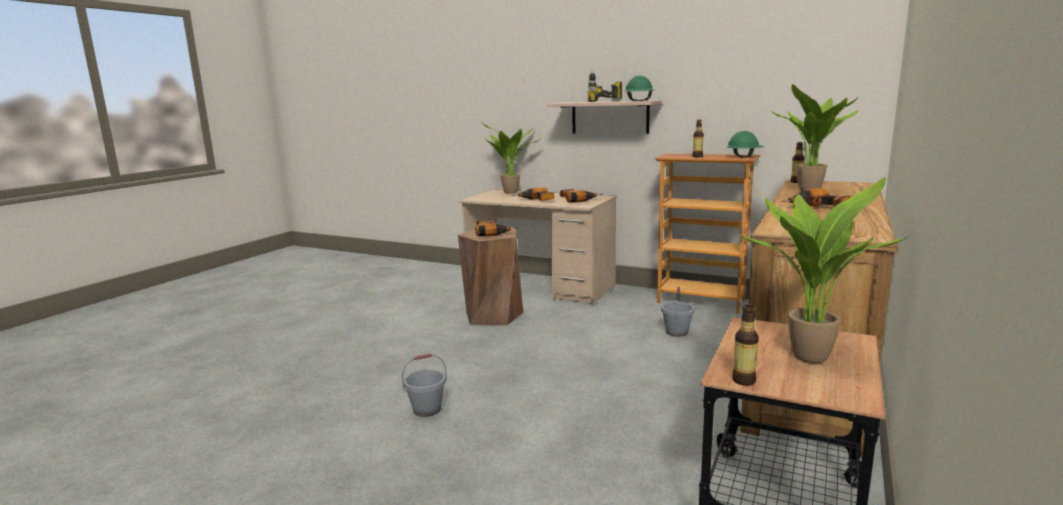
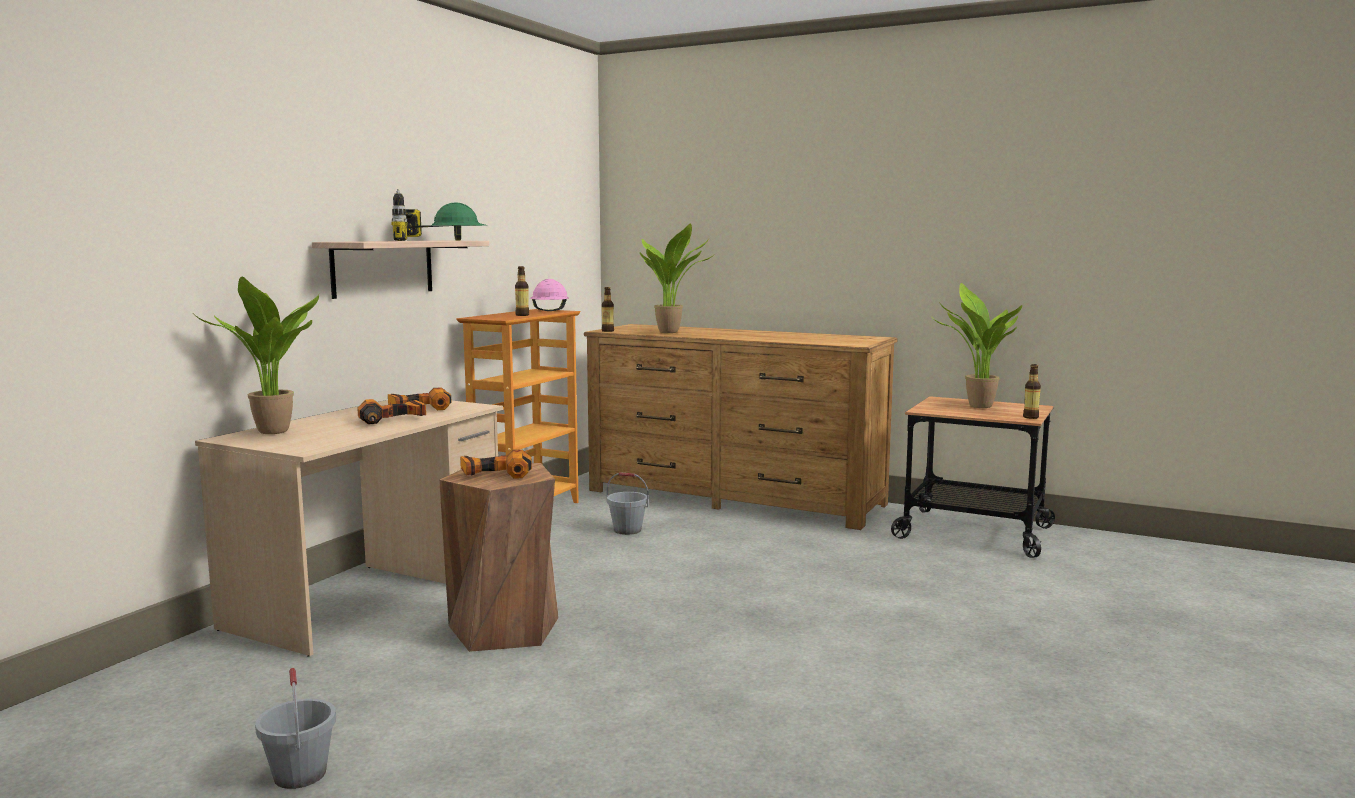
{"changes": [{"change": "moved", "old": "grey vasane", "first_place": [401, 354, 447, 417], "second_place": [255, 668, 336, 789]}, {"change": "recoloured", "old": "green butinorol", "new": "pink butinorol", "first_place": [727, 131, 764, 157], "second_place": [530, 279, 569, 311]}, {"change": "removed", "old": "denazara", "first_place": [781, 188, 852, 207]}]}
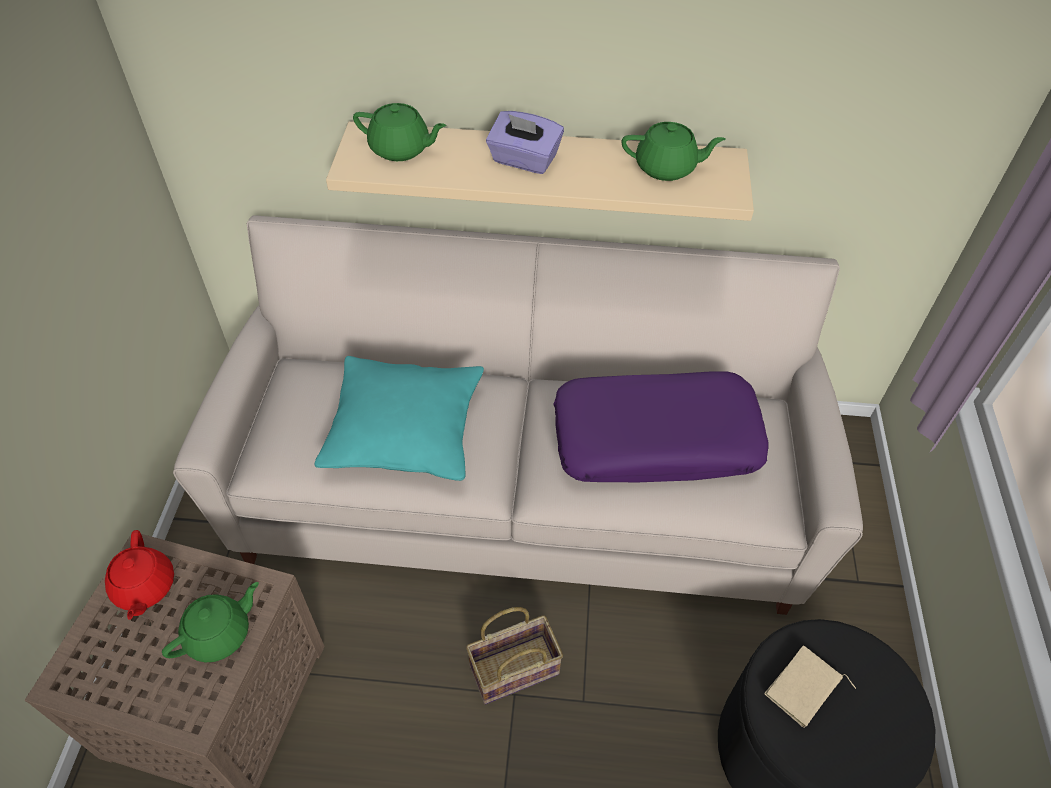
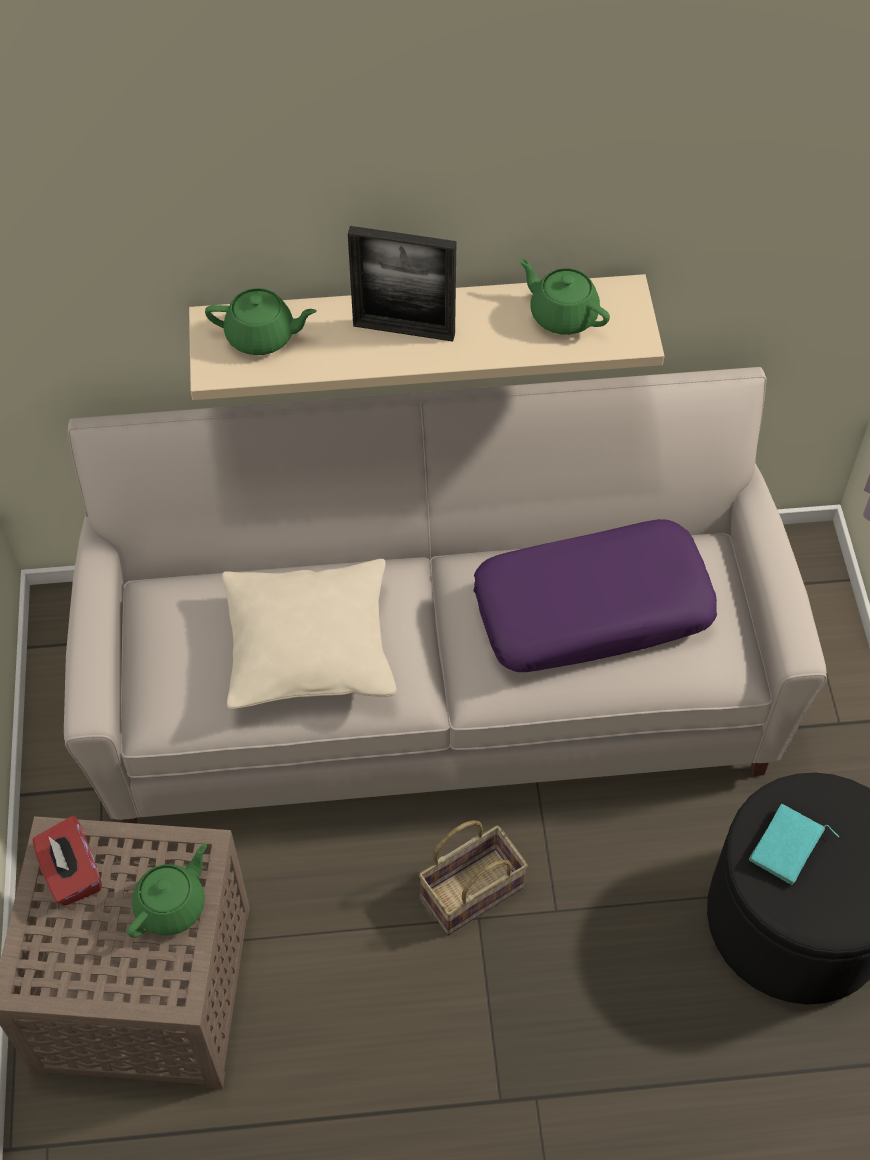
{"changes": [{"change": "replaced", "old": "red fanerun", "new": "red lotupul", "first_place": [105, 530, 174, 620], "second_place": [33, 816, 102, 906]}, {"change": "recoloured", "old": "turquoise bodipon", "new": "beige bodipon", "first_place": [314, 356, 484, 481], "second_place": [222, 559, 397, 709]}, {"change": "replaced", "old": "purple lotupul", "new": "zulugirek", "first_place": [486, 111, 564, 174], "second_place": [348, 226, 456, 342]}, {"change": "turned", "old": "green fanerun", "first_place": [622, 122, 725, 181], "second_place": [519, 258, 610, 335], "degrees": -135}, {"change": "recoloured", "old": "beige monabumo", "new": "turquoise monabumo", "first_place": [764, 645, 856, 728], "second_place": [748, 804, 840, 885]}]}
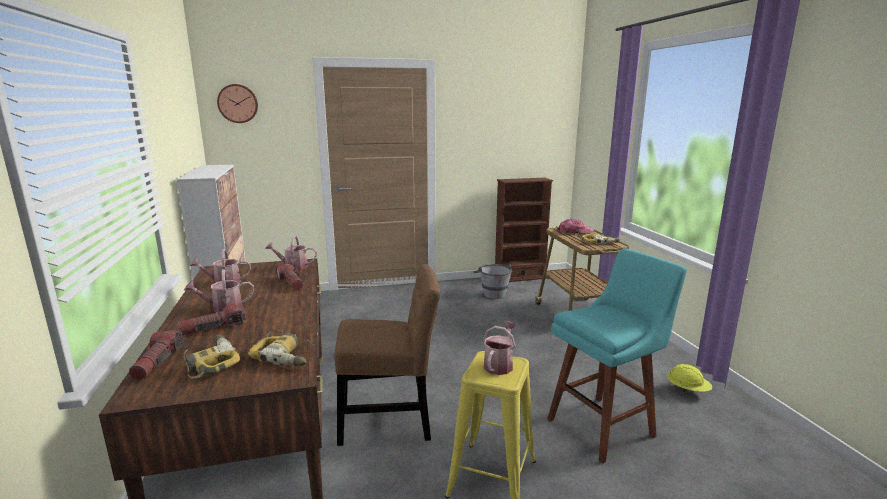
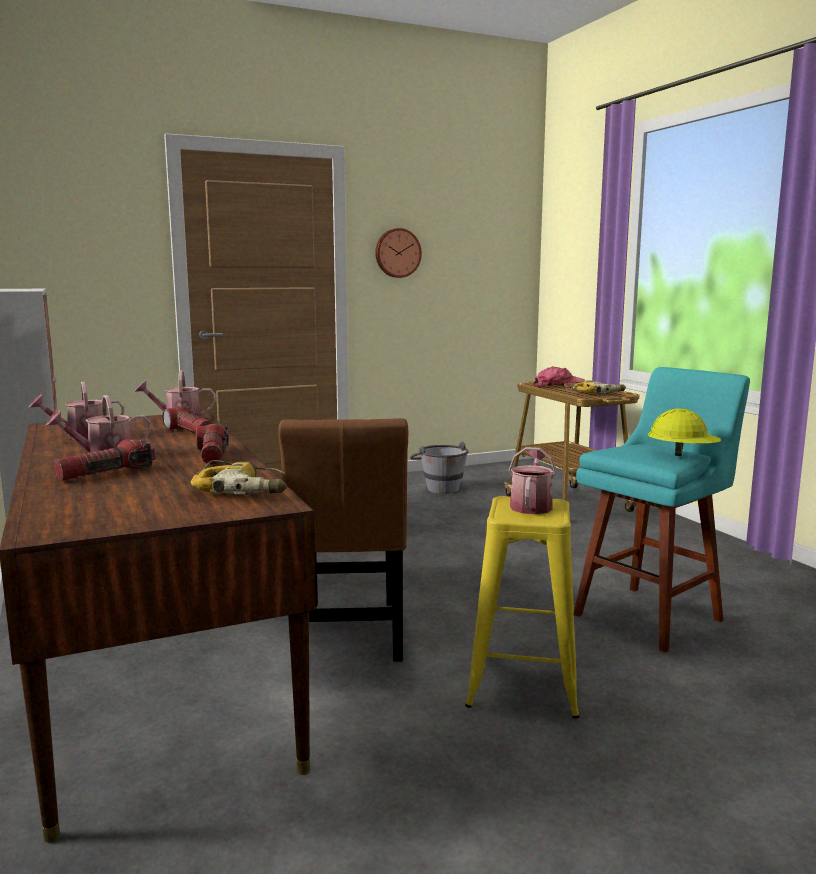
{"changes": [{"change": "moved", "old": "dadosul", "first_place": [129, 330, 184, 380], "second_place": [196, 424, 229, 465]}, {"change": "removed", "old": "denazara", "first_place": [183, 335, 240, 379]}, {"change": "moved", "old": "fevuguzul", "first_place": [217, 84, 258, 123], "second_place": [375, 228, 422, 278]}, {"change": "turned", "old": "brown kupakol", "first_place": [335, 264, 440, 446], "second_place": [278, 418, 408, 662], "degrees": 105}, {"change": "removed", "old": "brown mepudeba", "first_place": [495, 178, 553, 282]}, {"change": "moved", "old": "yellow butinorol", "first_place": [667, 364, 713, 394], "second_place": [648, 408, 722, 456]}]}
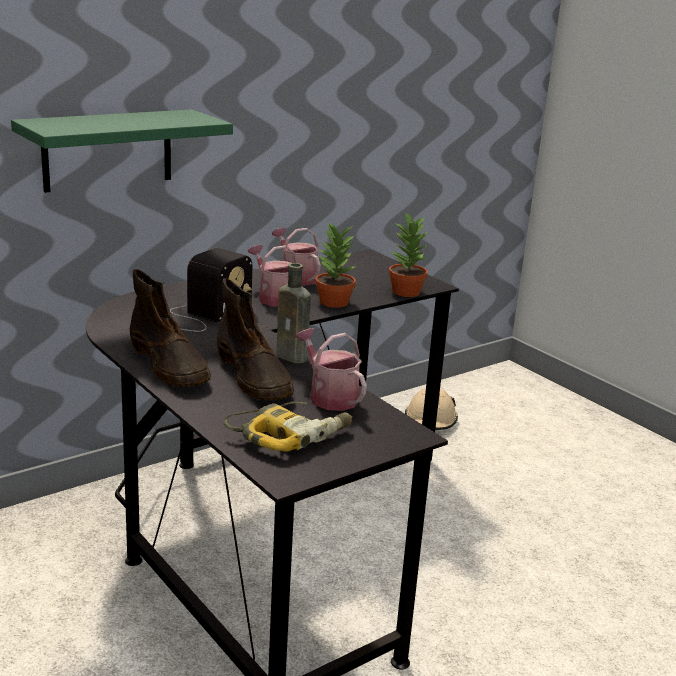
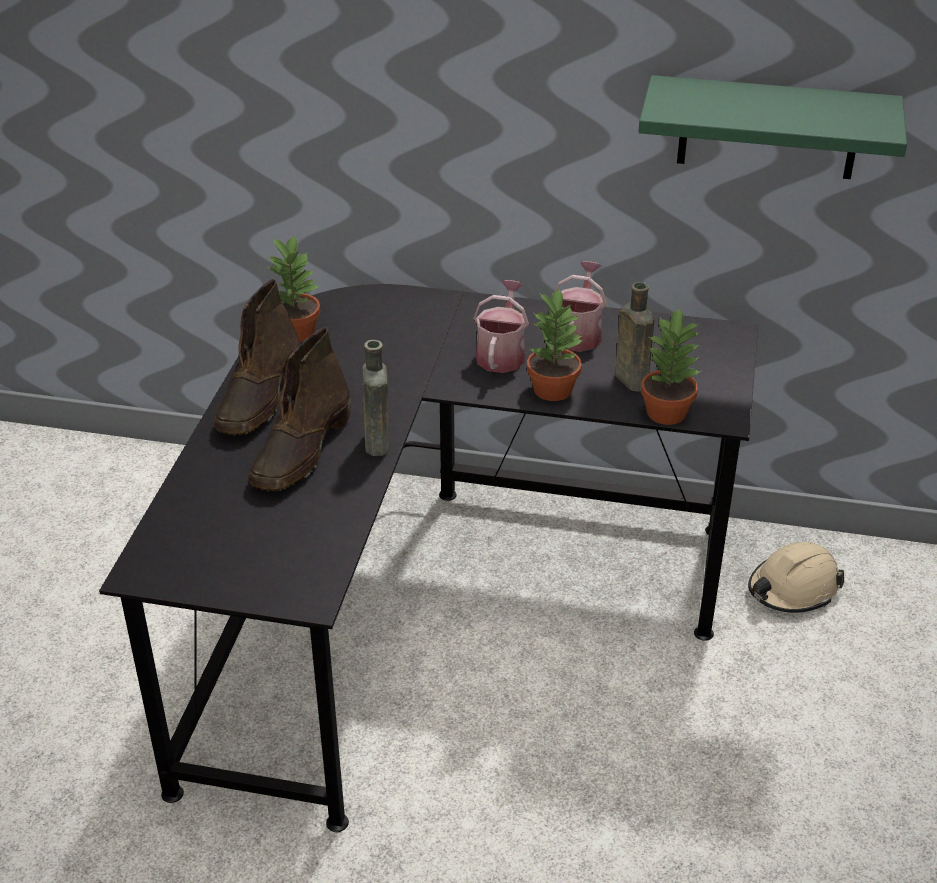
{"changes": [{"change": "moved", "old": "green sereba", "first_place": [11, 109, 233, 193], "second_place": [638, 75, 907, 179]}, {"change": "removed", "old": "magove", "first_place": [170, 248, 252, 332]}, {"change": "removed", "old": "denazara", "first_place": [223, 402, 352, 452]}, {"change": "removed", "old": "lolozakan", "first_place": [295, 328, 367, 411]}, {"change": "added", "new": "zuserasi", "second_place": [267, 236, 320, 342]}, {"change": "added", "new": "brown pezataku", "second_place": [615, 282, 655, 392]}]}
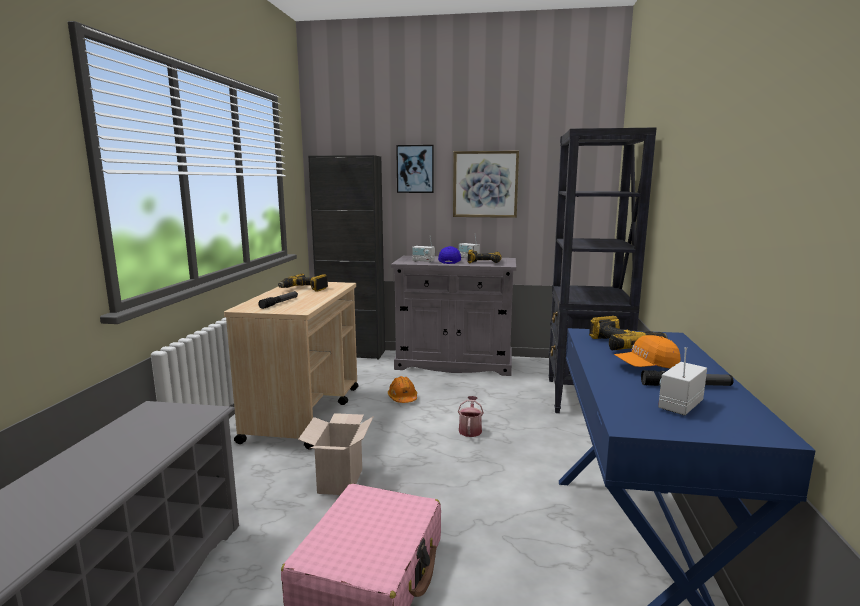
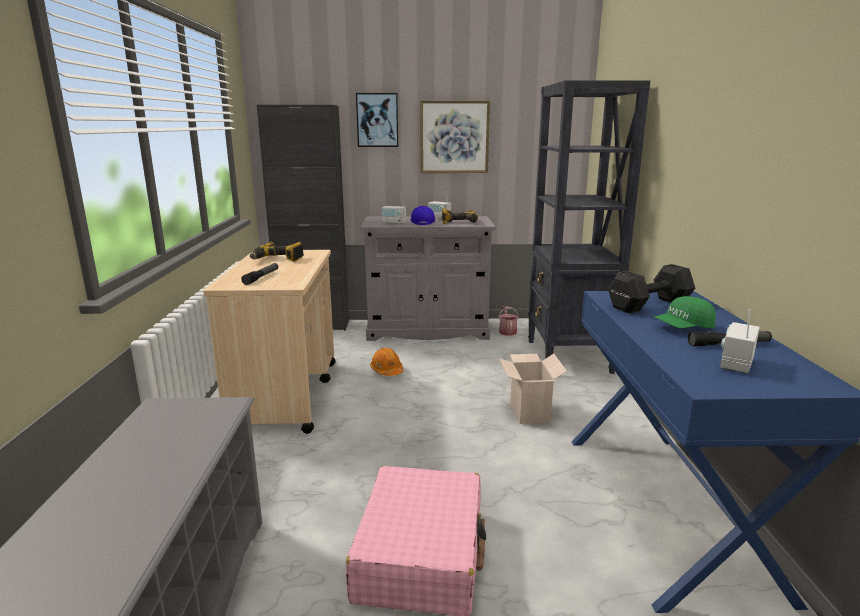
{"changes": [{"change": "moved", "old": "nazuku", "first_place": [298, 413, 374, 495], "second_place": [499, 353, 567, 424]}, {"change": "moved", "old": "lolozakan", "first_place": [458, 396, 484, 437], "second_place": [499, 306, 519, 336]}, {"change": "replaced", "old": "denazara", "new": "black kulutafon", "first_place": [589, 316, 667, 350], "second_place": [608, 264, 695, 313]}, {"change": "recoloured", "old": "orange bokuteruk", "new": "green bokuteruk", "first_place": [614, 335, 681, 368], "second_place": [654, 296, 716, 328]}]}
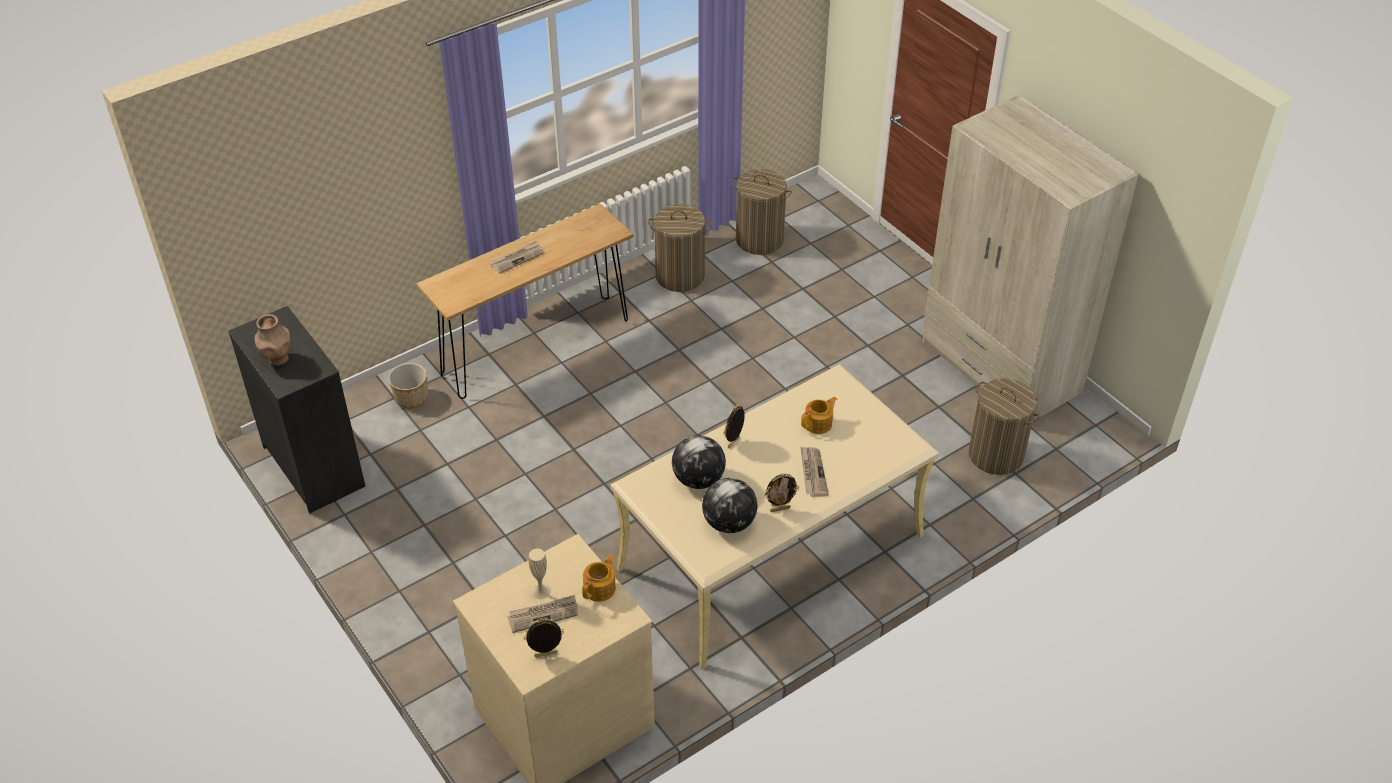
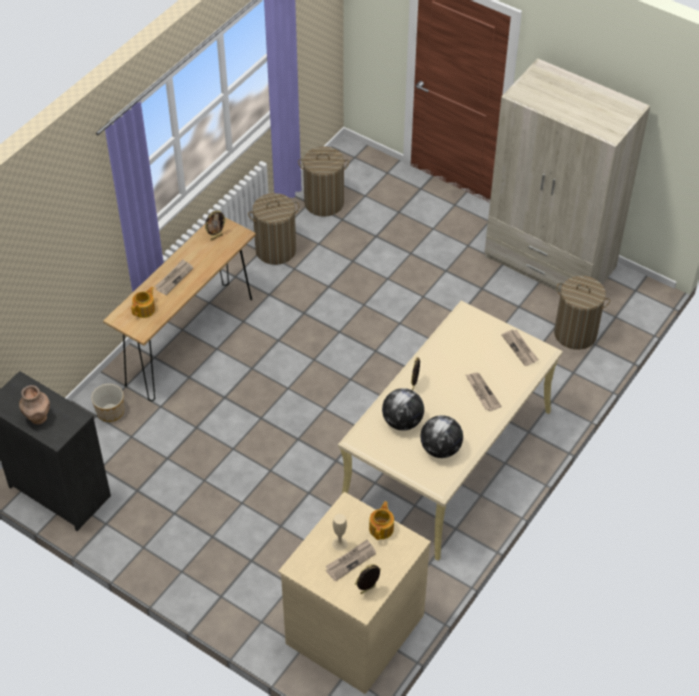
{"changes": [{"change": "moved", "old": "zulugirek", "first_place": [765, 474, 799, 512], "second_place": [205, 211, 227, 241]}, {"change": "moved", "old": "fanerun", "first_place": [801, 396, 837, 434], "second_place": [131, 287, 155, 318]}, {"change": "added", "new": "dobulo", "second_place": [501, 329, 539, 366]}]}
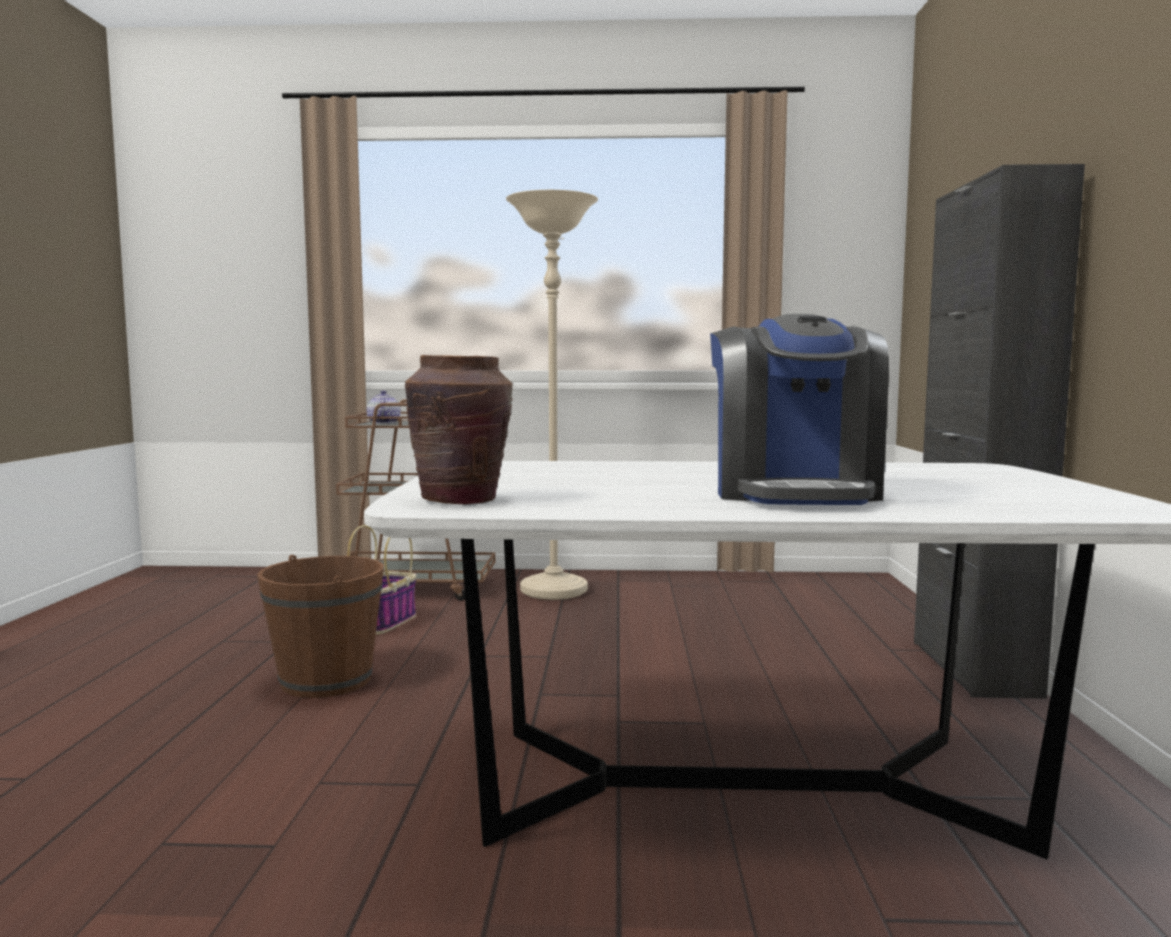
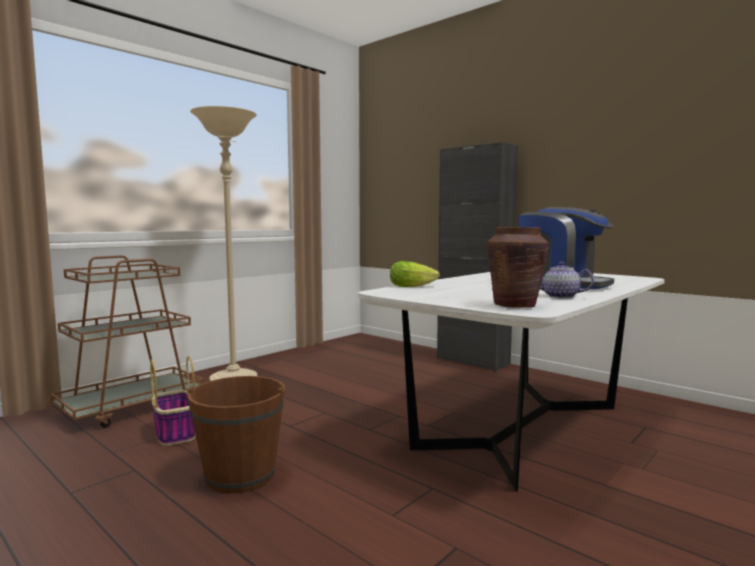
{"changes": [{"change": "moved", "old": "fanerun", "first_place": [367, 391, 401, 424], "second_place": [540, 262, 594, 298]}, {"change": "added", "new": "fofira", "second_place": [390, 261, 440, 287]}]}
